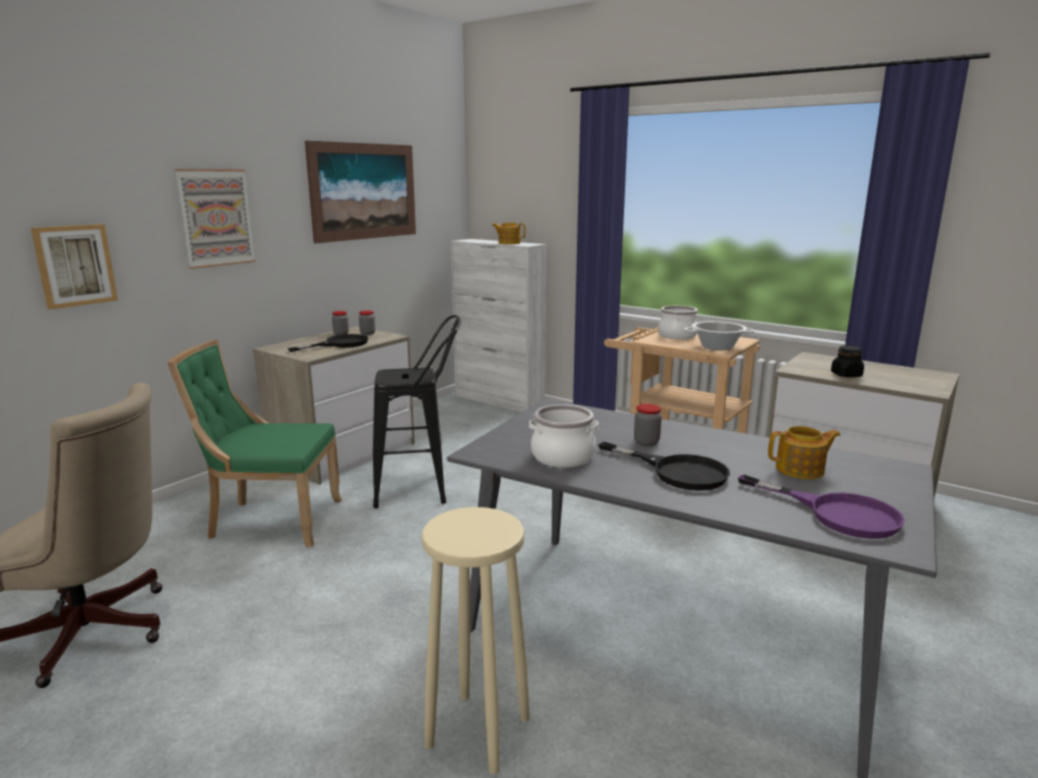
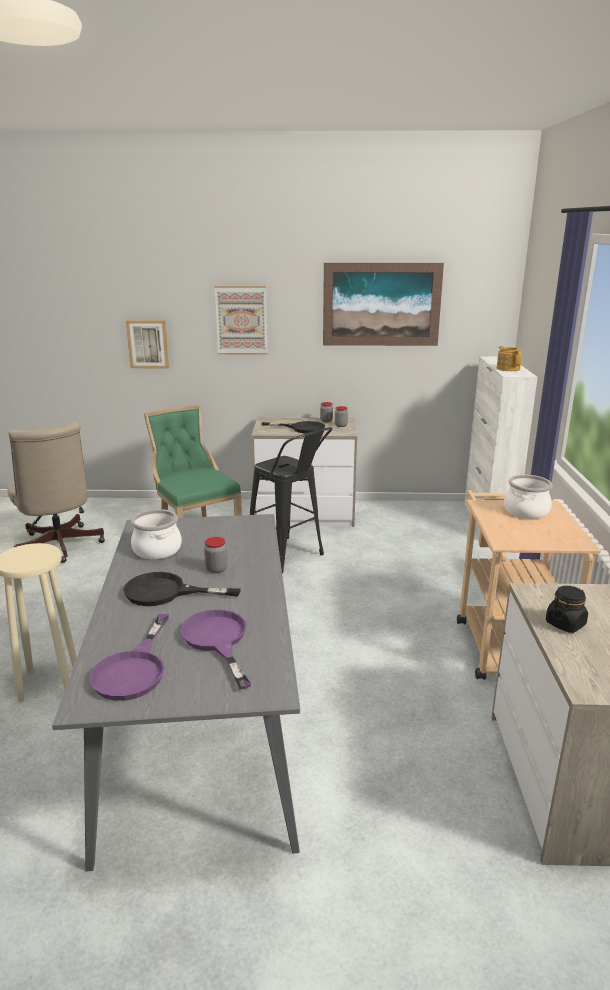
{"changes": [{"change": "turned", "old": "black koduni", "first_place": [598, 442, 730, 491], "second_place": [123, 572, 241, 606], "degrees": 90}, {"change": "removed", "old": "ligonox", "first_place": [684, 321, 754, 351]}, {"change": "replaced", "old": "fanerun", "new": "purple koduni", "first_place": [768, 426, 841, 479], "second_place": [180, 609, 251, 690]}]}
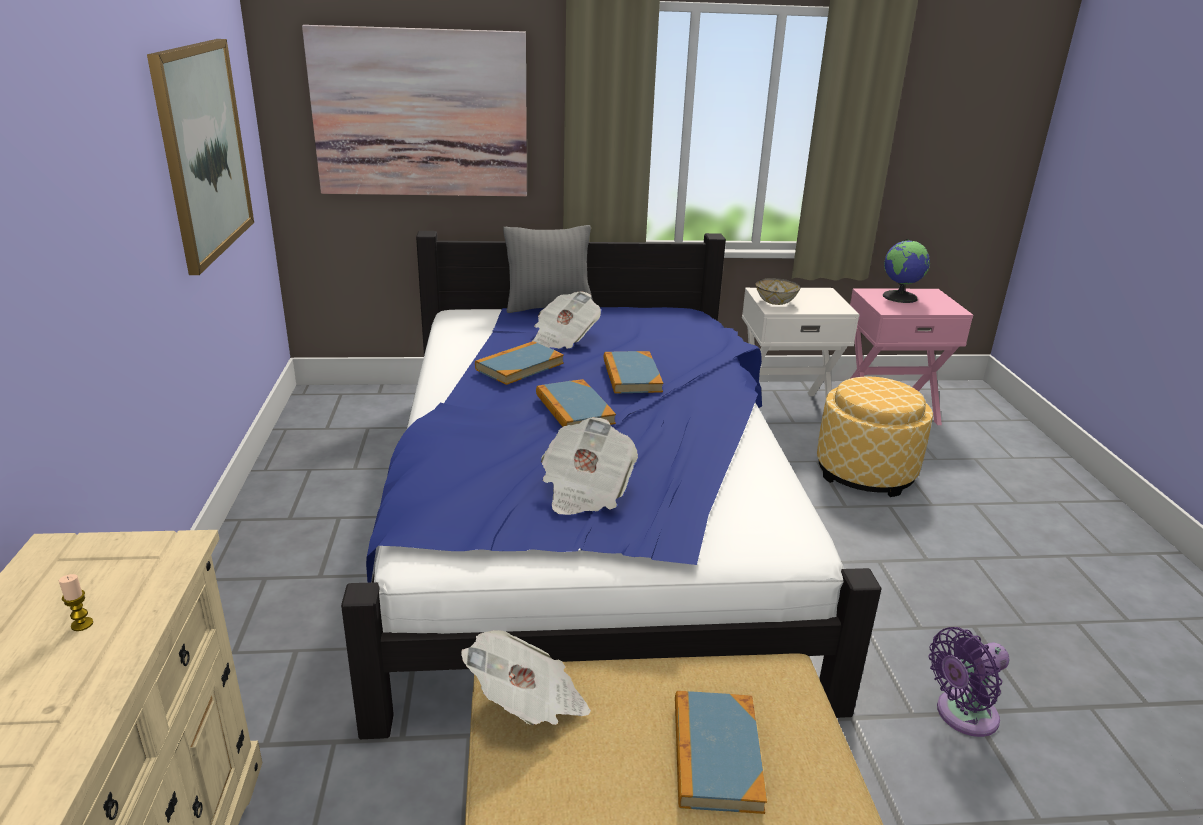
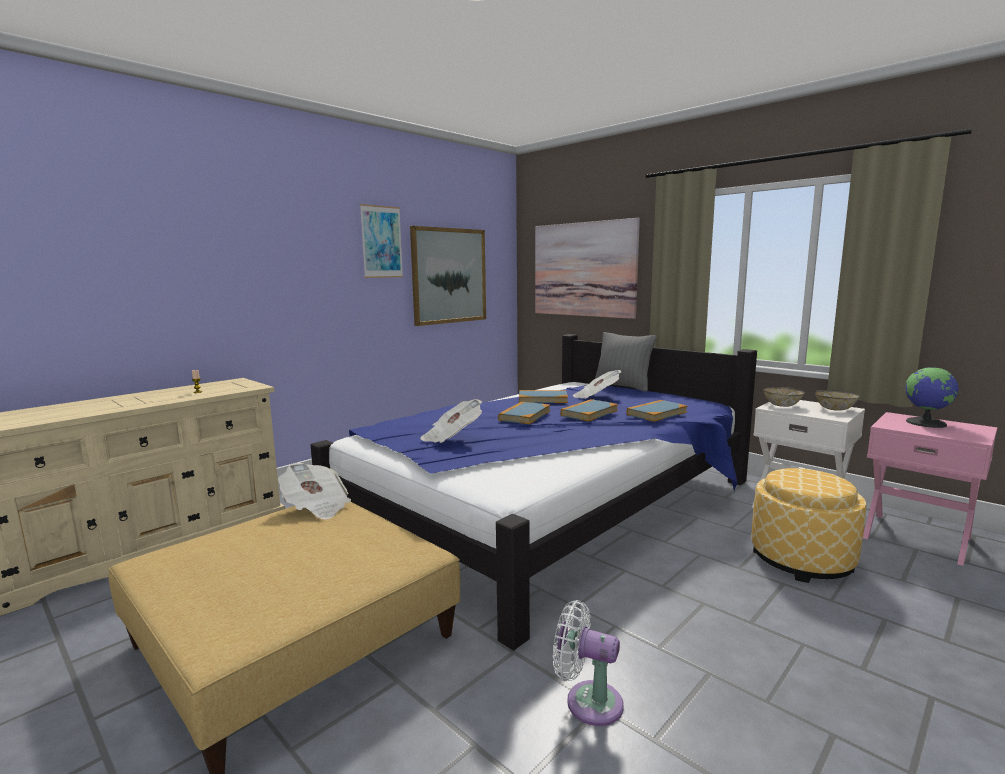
{"changes": [{"change": "moved", "old": "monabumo", "first_place": [675, 691, 767, 814], "second_place": [626, 400, 687, 422]}, {"change": "recoloured", "old": "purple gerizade", "new": "white gerizade", "first_place": [929, 627, 1009, 737], "second_place": [553, 600, 624, 726]}, {"change": "added", "new": "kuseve", "second_place": [360, 204, 403, 278]}, {"change": "added", "new": "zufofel", "second_place": [815, 390, 859, 411]}]}
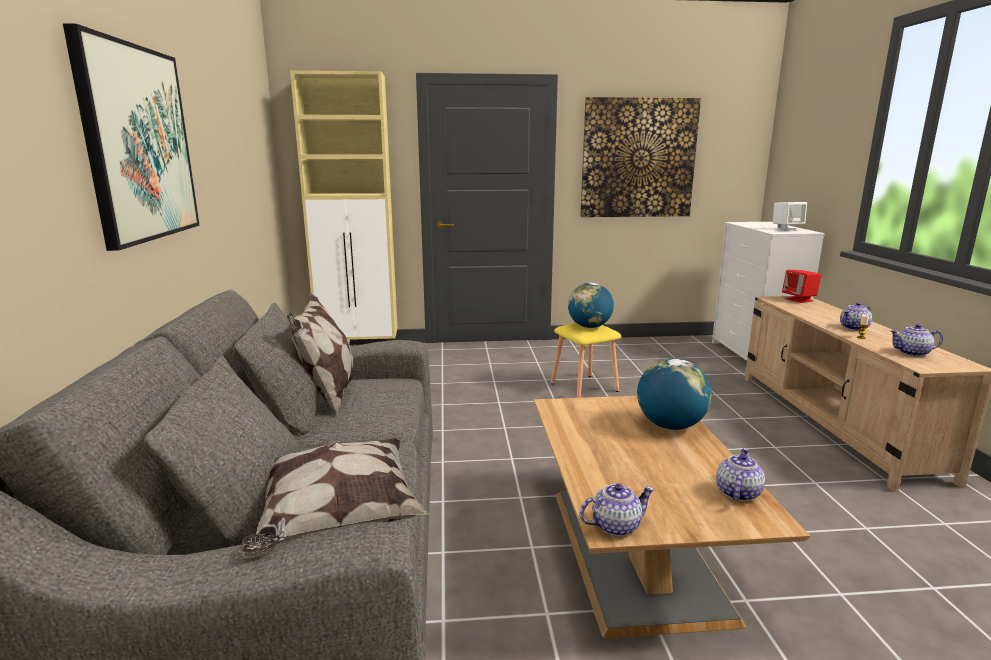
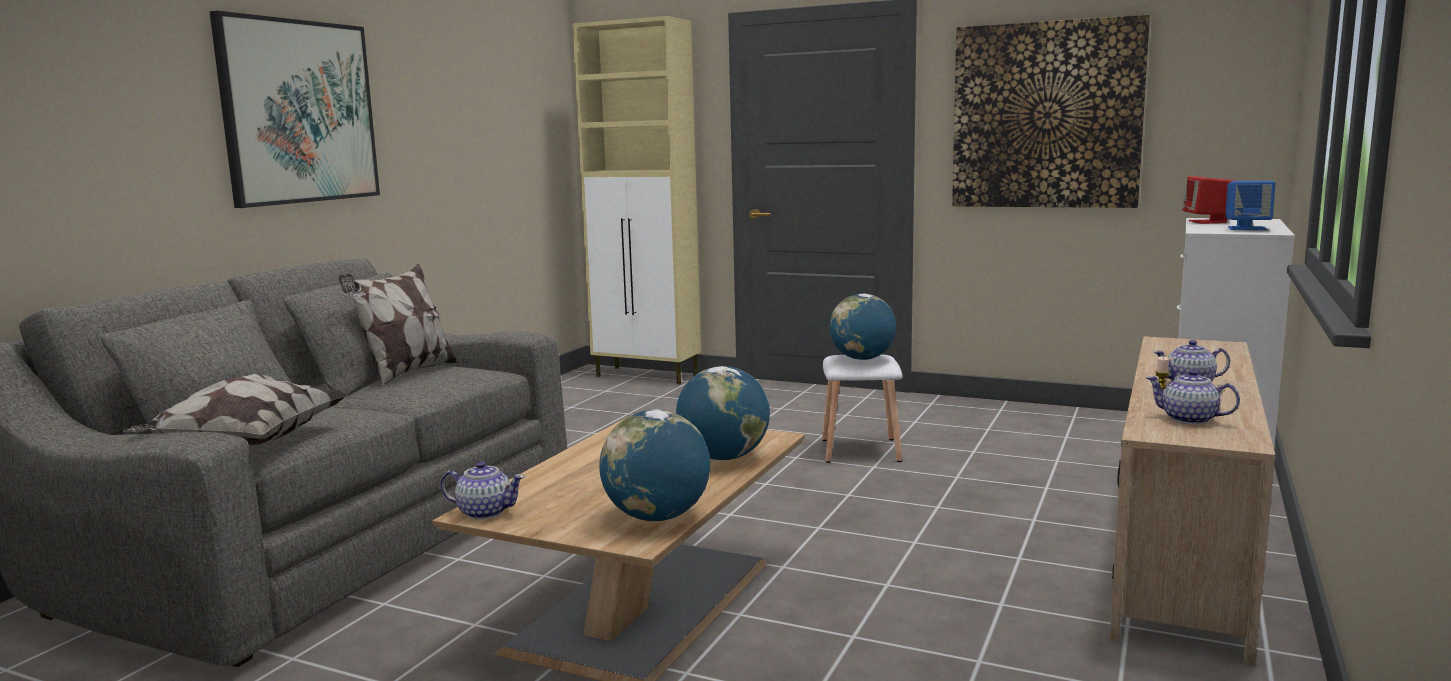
{"changes": [{"change": "recoloured", "old": "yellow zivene", "new": "white zivene", "first_place": [551, 323, 621, 398], "second_place": [822, 354, 903, 463]}, {"change": "replaced", "old": "fanerun", "new": "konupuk", "first_place": [716, 448, 765, 501], "second_place": [599, 409, 710, 521]}, {"change": "recoloured", "old": "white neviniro", "new": "blue neviniro", "first_place": [773, 202, 807, 231], "second_place": [1225, 181, 1275, 230]}, {"change": "moved", "old": "red neviniro", "first_place": [782, 270, 821, 303], "second_place": [1182, 176, 1235, 224]}]}
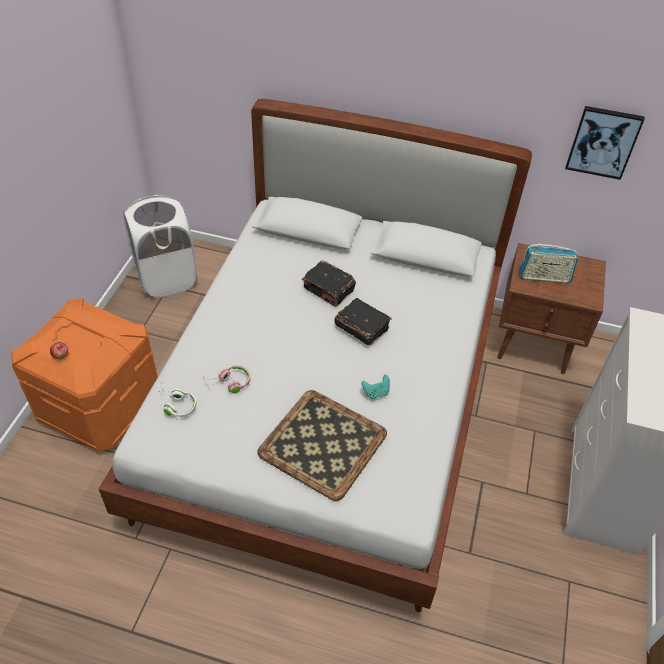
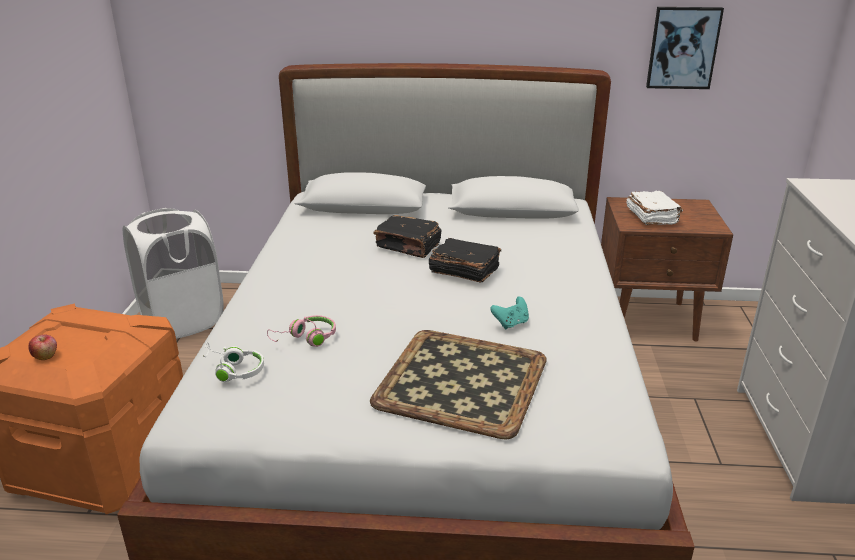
{"changes": [{"change": "replaced", "old": "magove", "new": "white monabumo", "first_place": [519, 243, 578, 283], "second_place": [627, 190, 683, 225]}]}
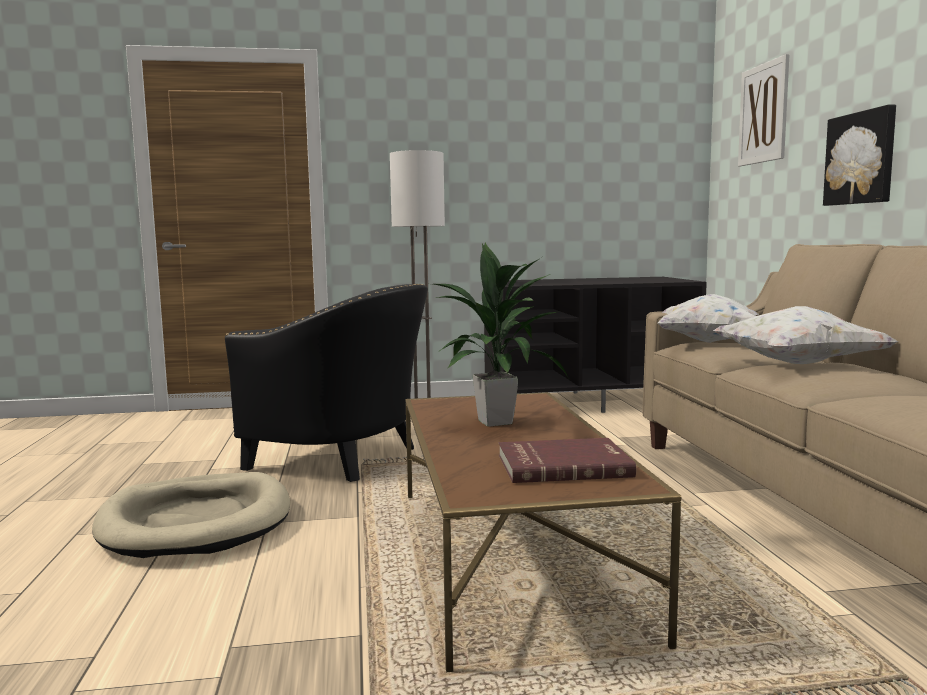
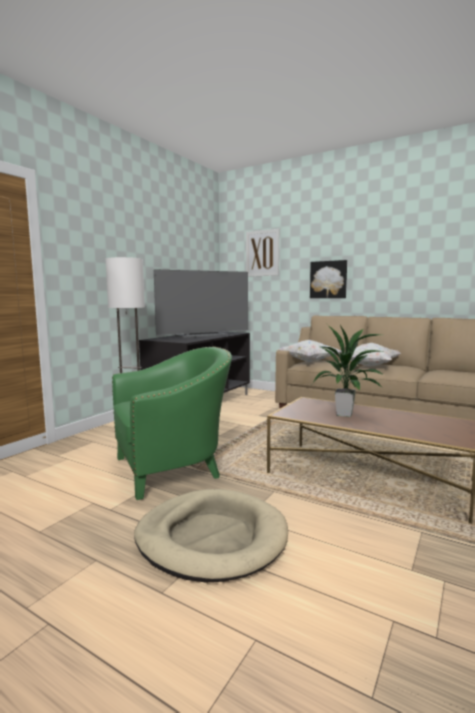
{"changes": [{"change": "recoloured", "old": "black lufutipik", "new": "green lufutipik", "first_place": [225, 284, 428, 482], "second_place": [112, 347, 232, 500]}, {"change": "removed", "old": "red monabumo", "first_place": [499, 438, 636, 483]}, {"change": "added", "new": "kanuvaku", "second_place": [154, 269, 248, 338]}]}
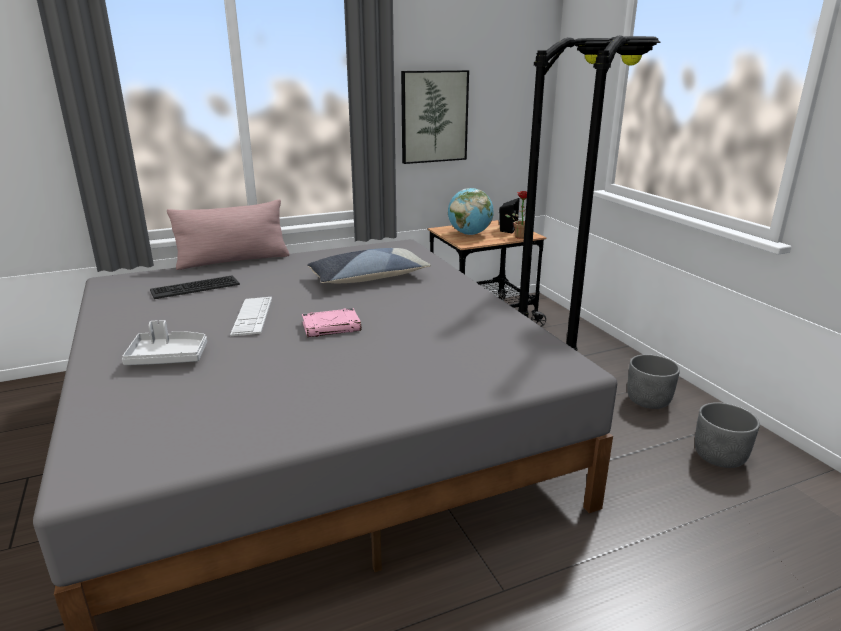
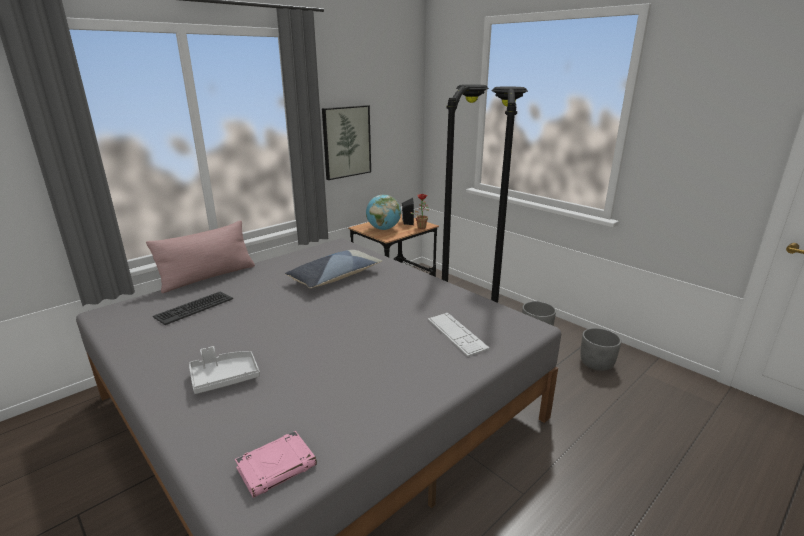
{"changes": [{"change": "moved", "old": "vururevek", "first_place": [230, 297, 272, 336], "second_place": [428, 313, 490, 357]}, {"change": "moved", "old": "pink monabumo", "first_place": [302, 308, 361, 337], "second_place": [235, 431, 317, 498]}]}
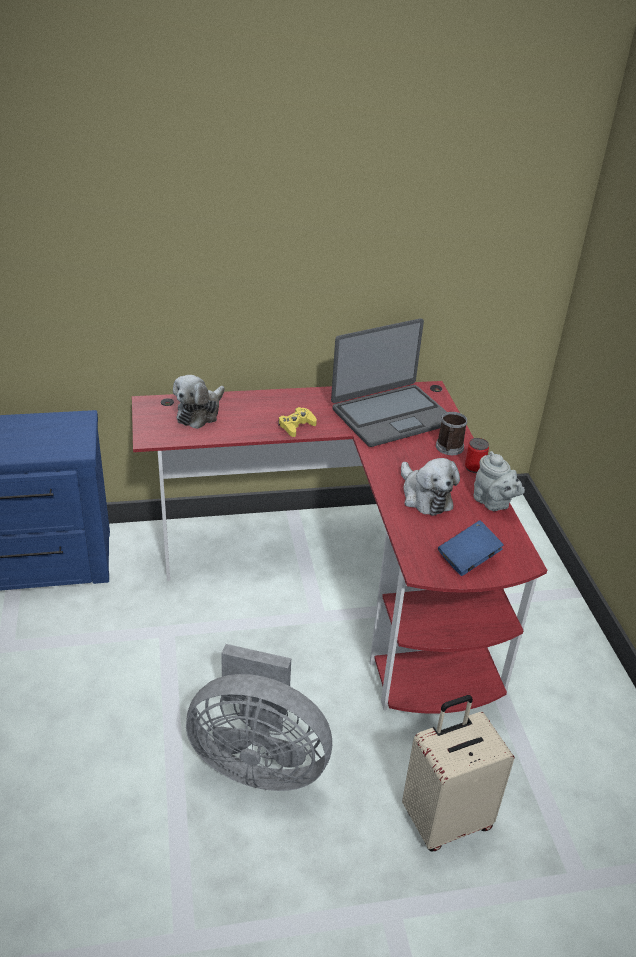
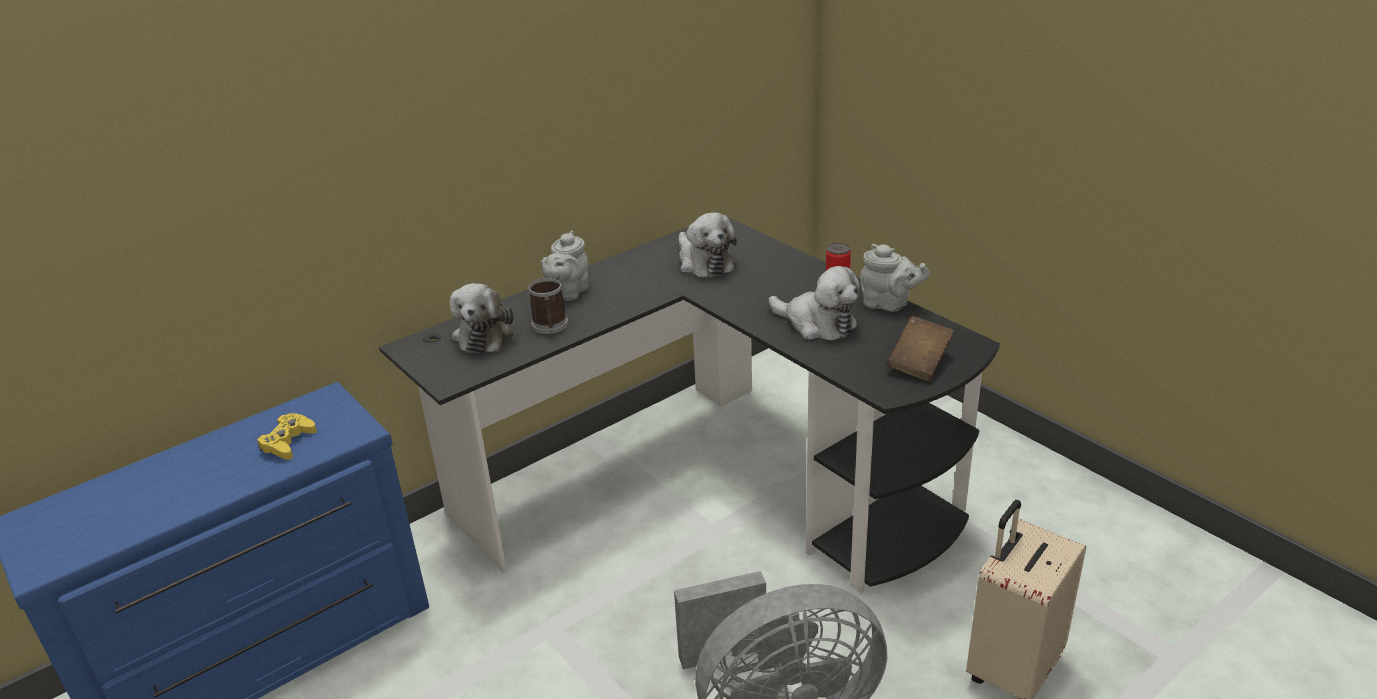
{"changes": [{"change": "recoloured", "old": "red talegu", "new": "black talegu", "first_place": [132, 381, 547, 714], "second_place": [379, 217, 1000, 594]}, {"change": "moved", "old": "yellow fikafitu", "first_place": [278, 407, 317, 437], "second_place": [257, 413, 317, 460]}, {"change": "replaced", "old": "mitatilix", "new": "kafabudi", "first_place": [331, 318, 447, 447], "second_place": [679, 212, 737, 278]}, {"change": "moved", "old": "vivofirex", "first_place": [436, 412, 467, 455], "second_place": [528, 278, 568, 334]}, {"change": "recoloured", "old": "blue monabumo", "new": "brown monabumo", "first_place": [438, 520, 504, 576], "second_place": [887, 316, 954, 381]}, {"change": "added", "new": "grey fanerun", "second_place": [541, 230, 588, 301]}]}
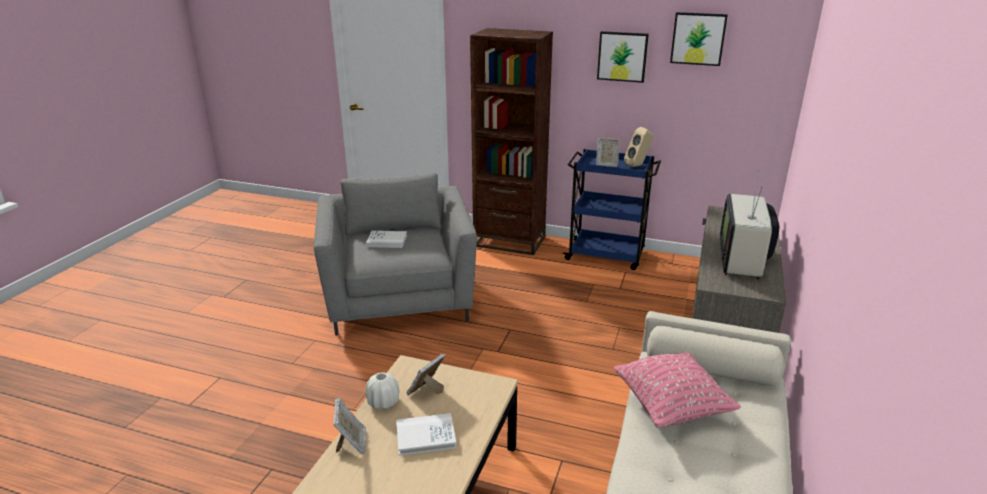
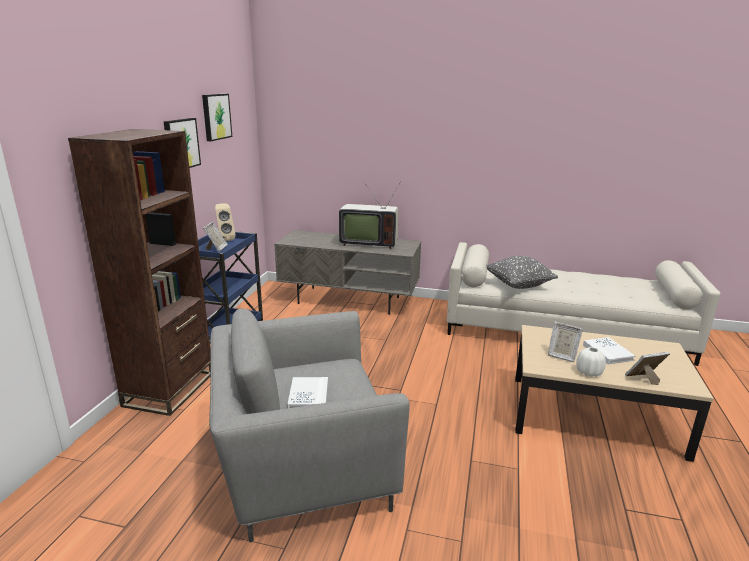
{"changes": [{"change": "recoloured", "old": "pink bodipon", "new": "grey bodipon", "first_place": [613, 352, 741, 428], "second_place": [486, 256, 558, 289]}]}
